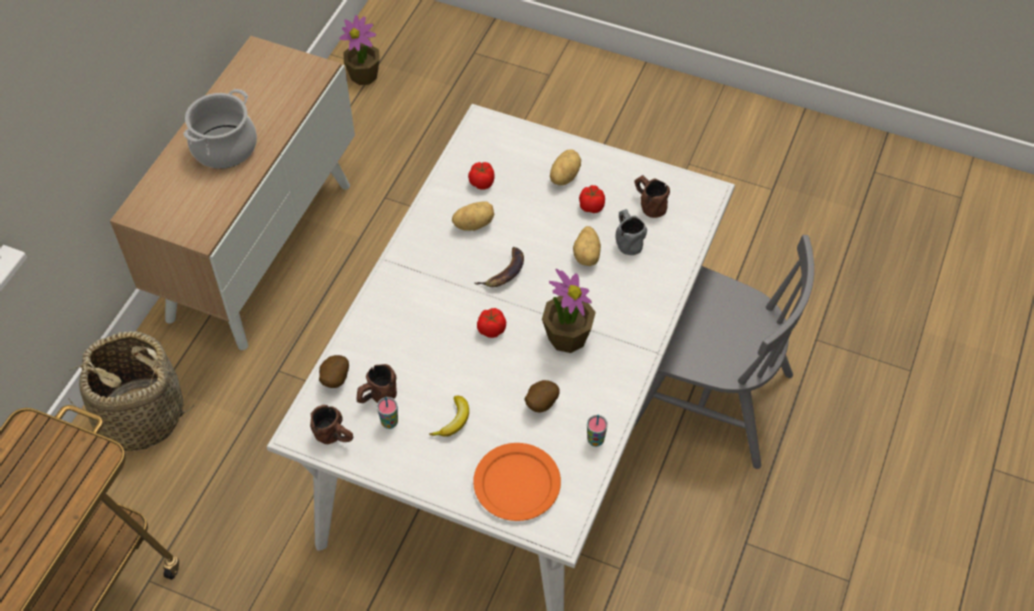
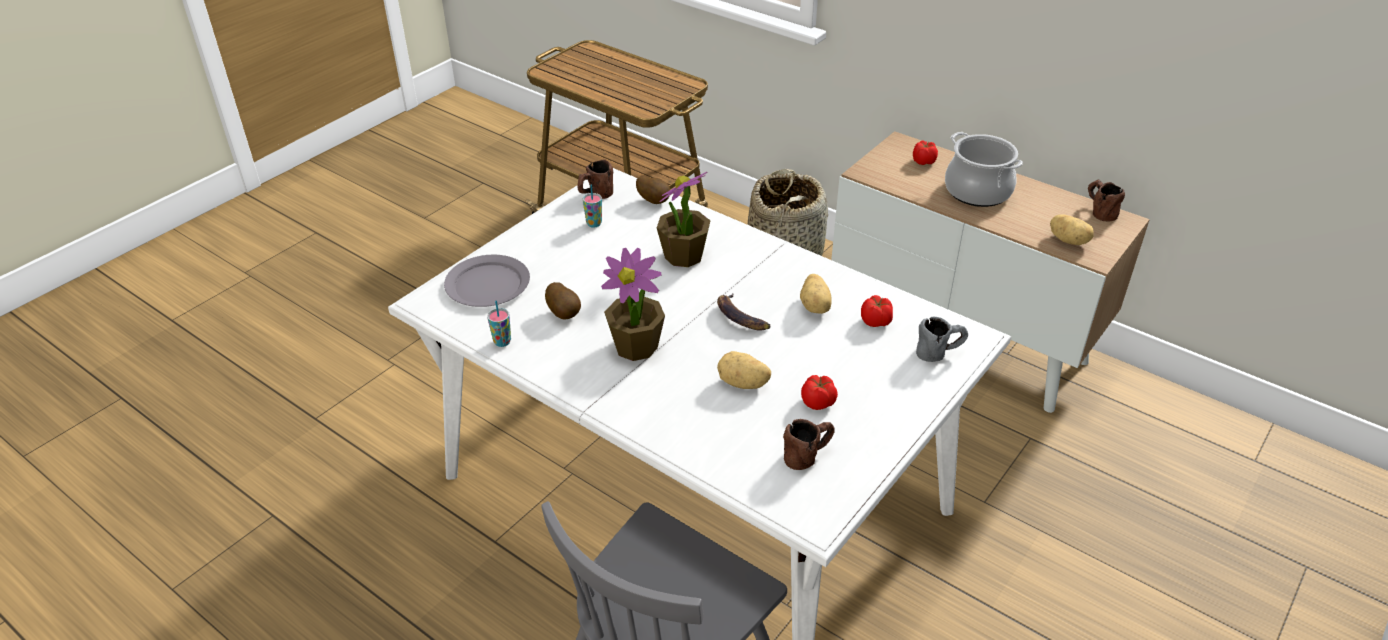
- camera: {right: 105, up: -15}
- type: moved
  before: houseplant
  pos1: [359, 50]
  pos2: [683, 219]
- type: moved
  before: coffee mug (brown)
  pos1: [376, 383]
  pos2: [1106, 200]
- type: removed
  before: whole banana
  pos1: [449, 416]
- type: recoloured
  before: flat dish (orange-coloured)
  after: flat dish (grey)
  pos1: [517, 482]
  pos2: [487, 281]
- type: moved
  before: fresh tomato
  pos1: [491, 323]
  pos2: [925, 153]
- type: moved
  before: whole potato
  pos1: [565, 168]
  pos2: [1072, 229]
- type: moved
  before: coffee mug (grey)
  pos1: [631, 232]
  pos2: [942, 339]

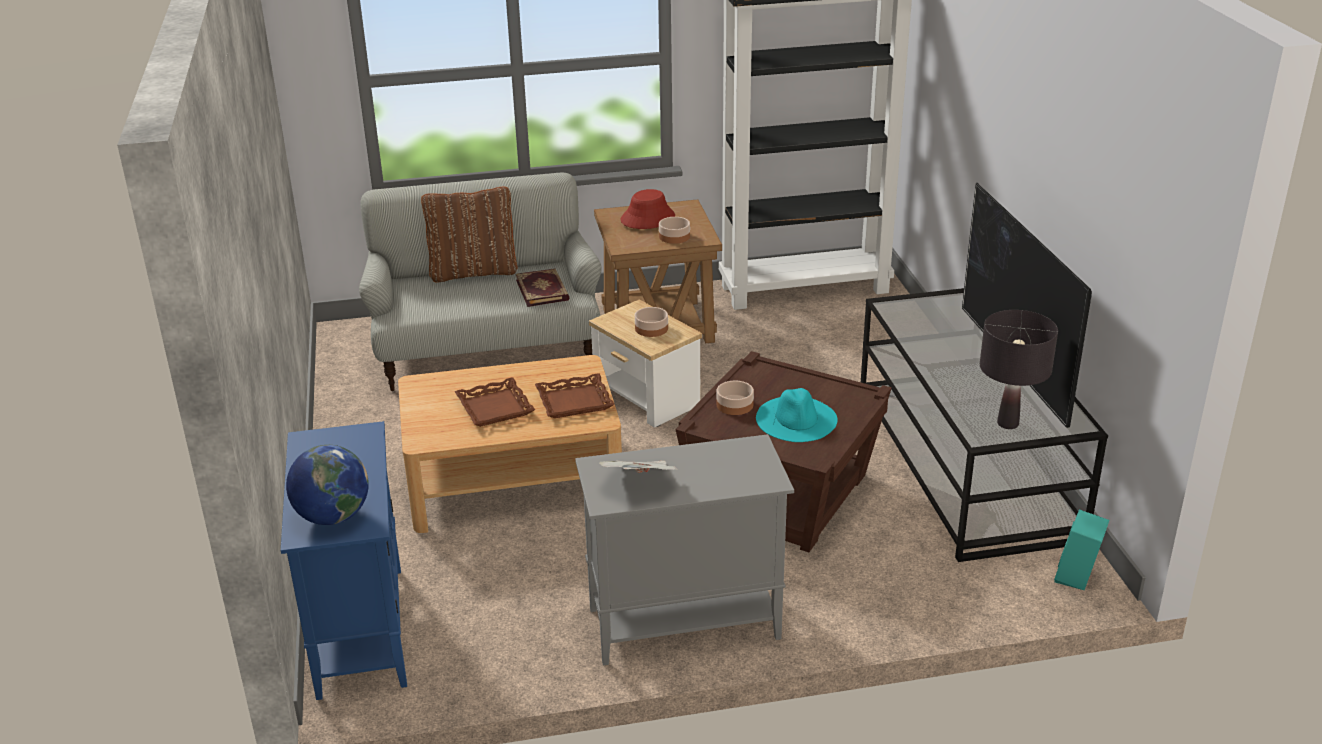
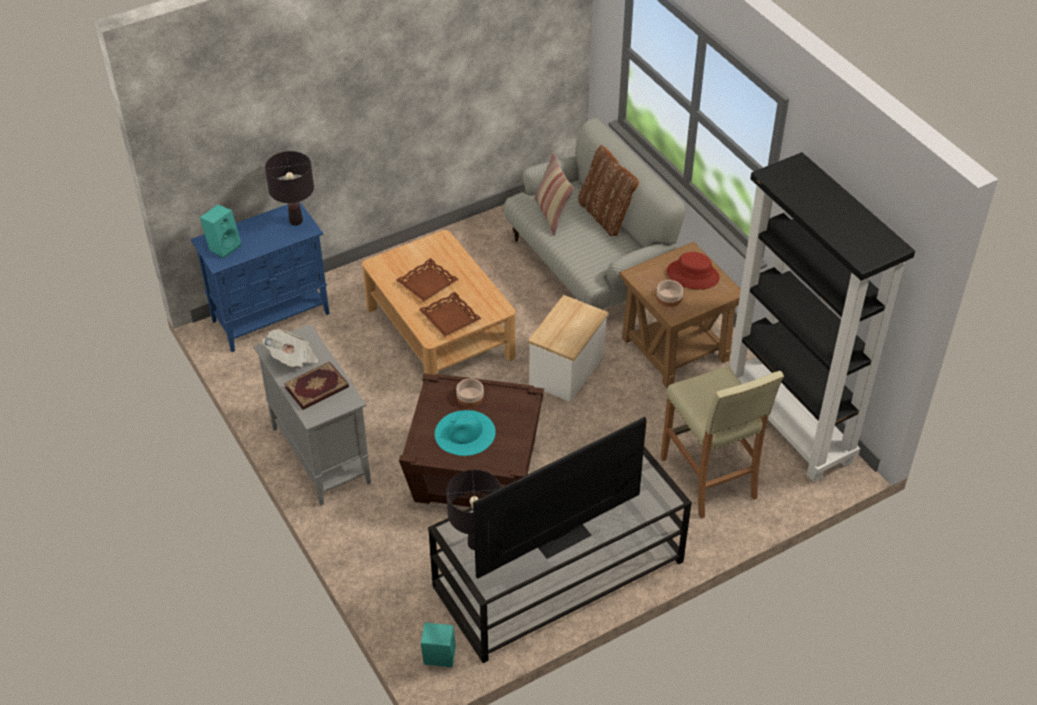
- camera: {right: 70, up: 15}
- type: replaced
  before: desk globe
  after: audio speaker (turquoise-coloured)
  pos1: [327, 485]
  pos2: [220, 231]
- type: moved
  before: bound book
  pos1: [543, 287]
  pos2: [316, 385]
- type: removed
  before: bowl
  pos1: [651, 322]
- type: added
  after: tabletop lamp (black)
  pos2: [289, 188]
- type: added
  after: throw pillow
  pos2: [554, 194]
- type: added
  after: stool seat (sand-coloured)
  pos2: [722, 442]

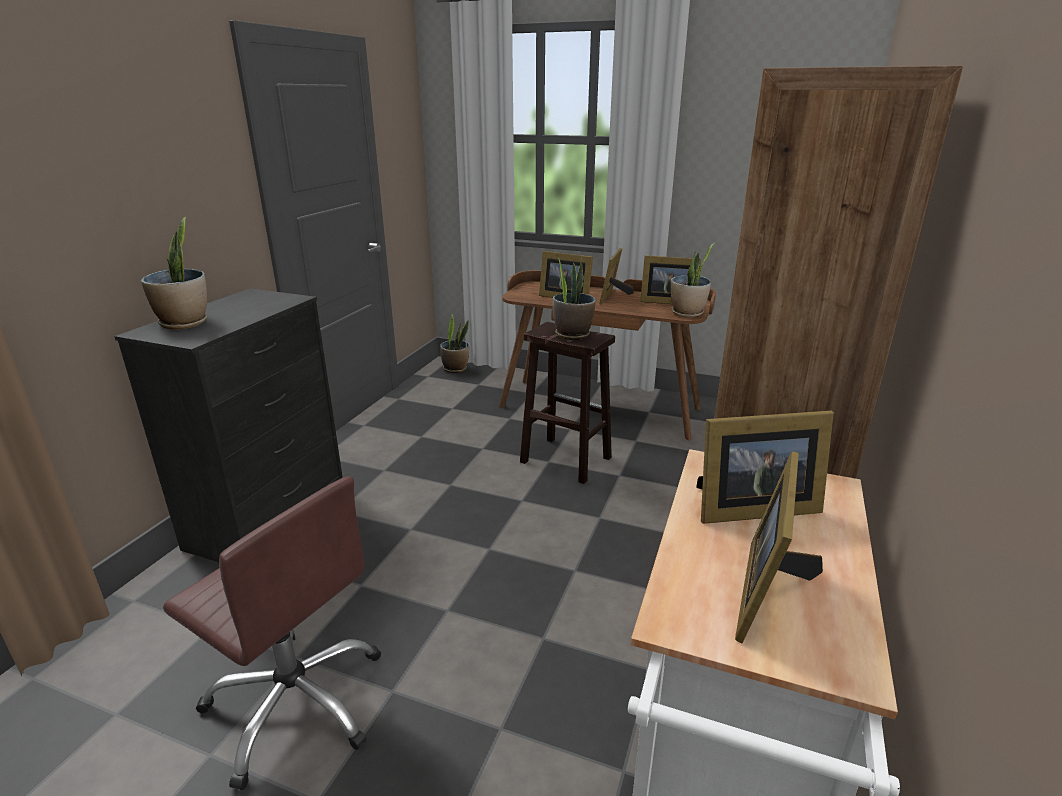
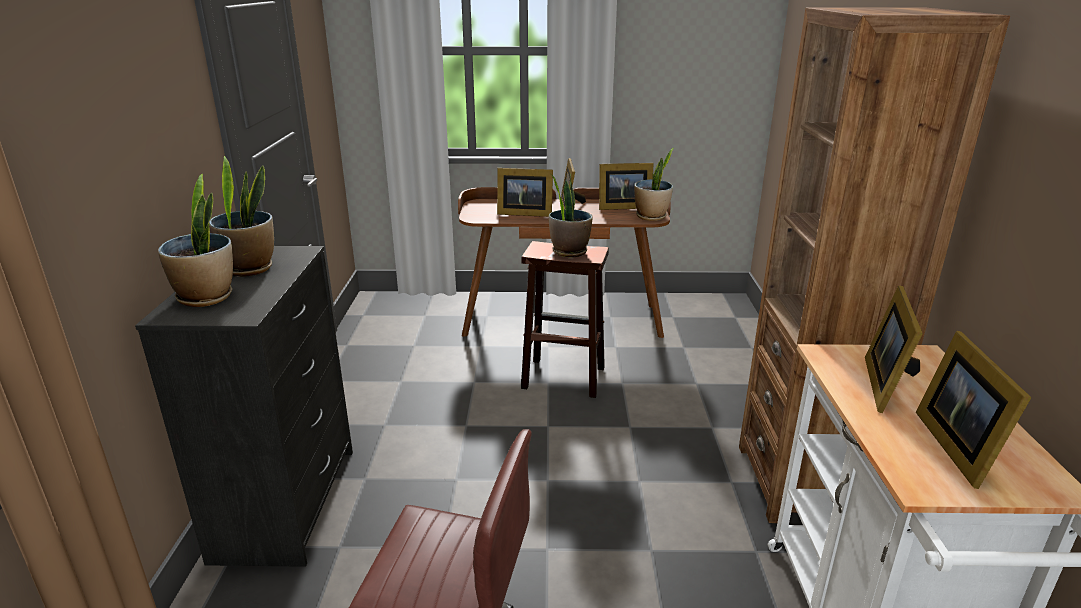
- camera: {right: -20, up: 0}
- type: moved
  before: houseplant
  pos1: [454, 343]
  pos2: [241, 216]
- type: turned
  before: picture frame
  pos1: [765, 467]
  pos2: [894, 349]
  turn: 135

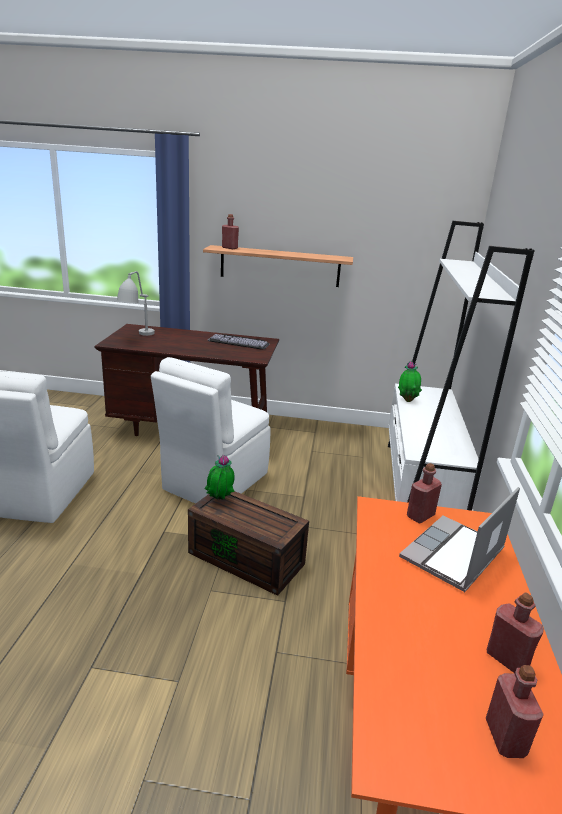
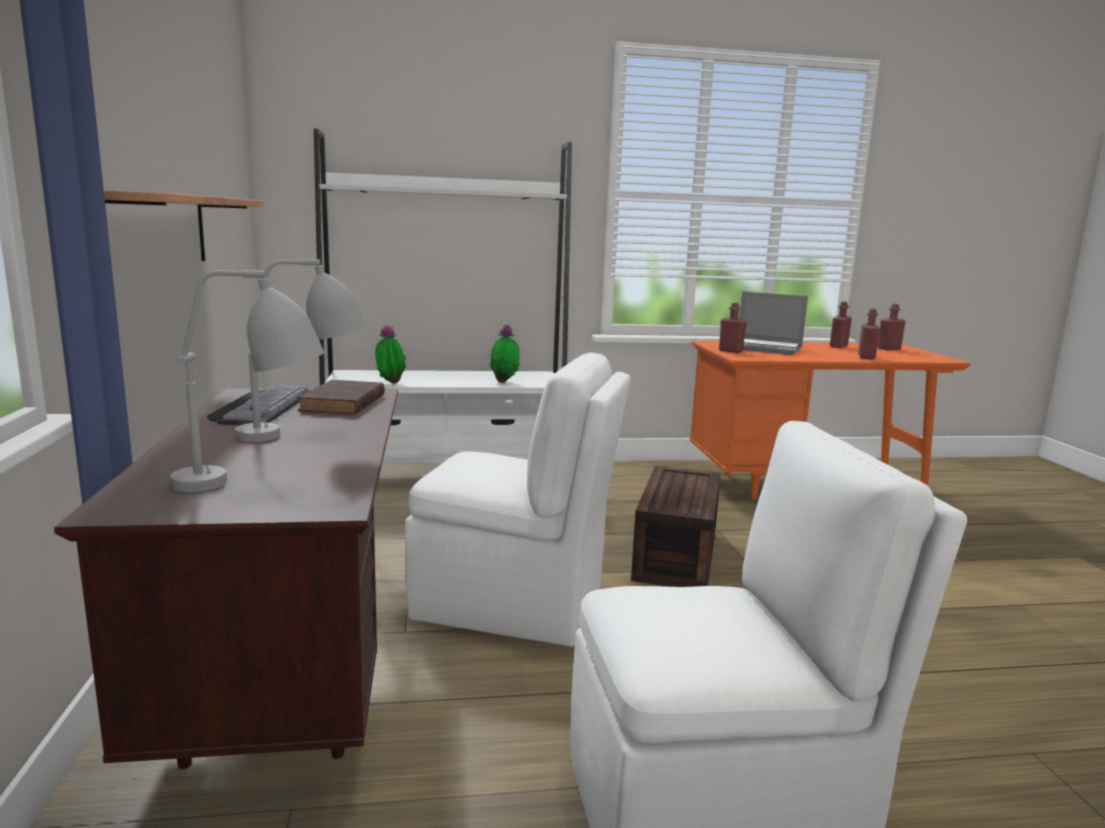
- camera: {right: -105, up: -10}
- type: moved
  before: houseplant
  pos1: [220, 477]
  pos2: [505, 354]
- type: moved
  before: bottle (red-coloured)
  pos1: [230, 231]
  pos2: [869, 334]
- type: added
  after: tabletop lamp (grey)
  pos2: [300, 350]
- type: added
  after: bound book (brown)
  pos2: [341, 397]

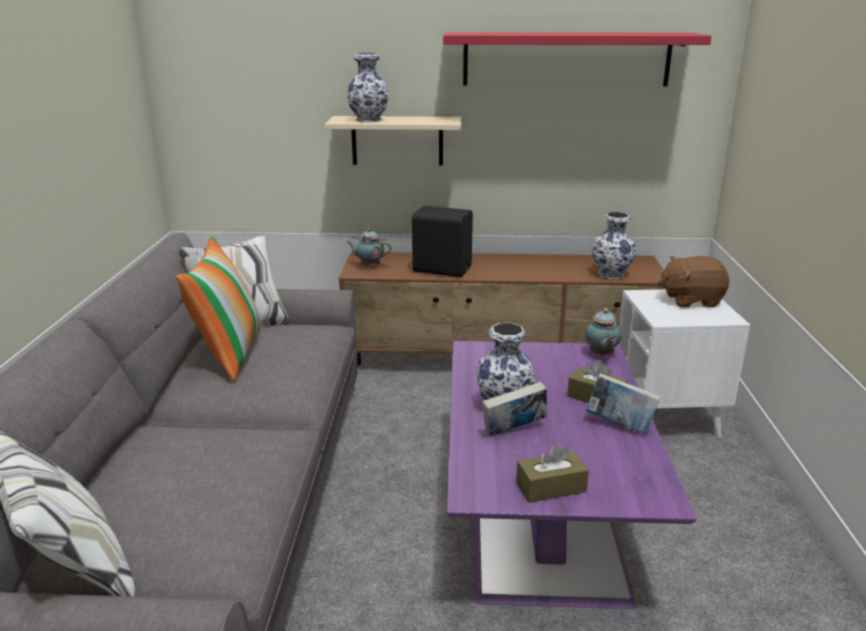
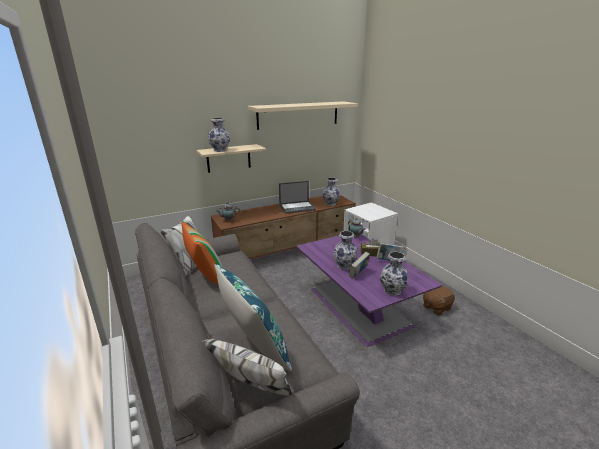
- camera: {right: -30, up: 0}
- type: removed
  before: audio speaker (black)
  pos1: [442, 241]
- type: recoloured
  before: shelf (red-coloured)
  after: shelf (sand-coloured)
  pos1: [577, 59]
  pos2: [303, 115]
- type: replaced
  before: box of tissues (brown)
  after: vase
  pos1: [552, 473]
  pos2: [394, 274]
- type: moved
  before: cuddly toy (brown)
  pos1: [694, 282]
  pos2: [439, 300]
- type: added
  after: throw pillow (blue)
  pos2: [253, 317]
- type: added
  after: laptop
  pos2: [297, 197]

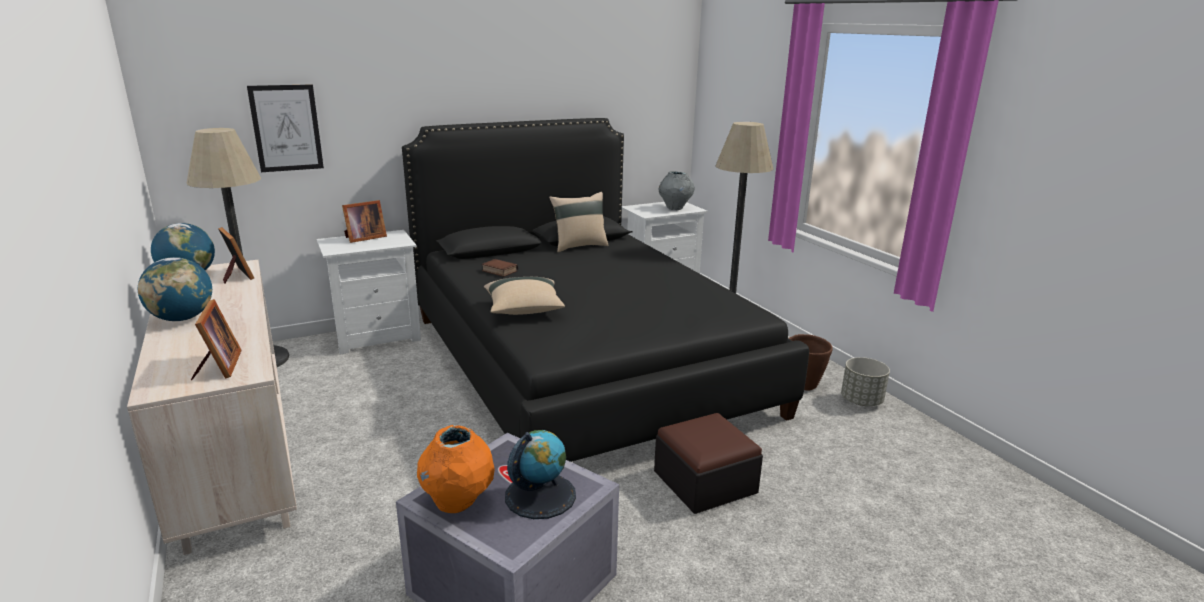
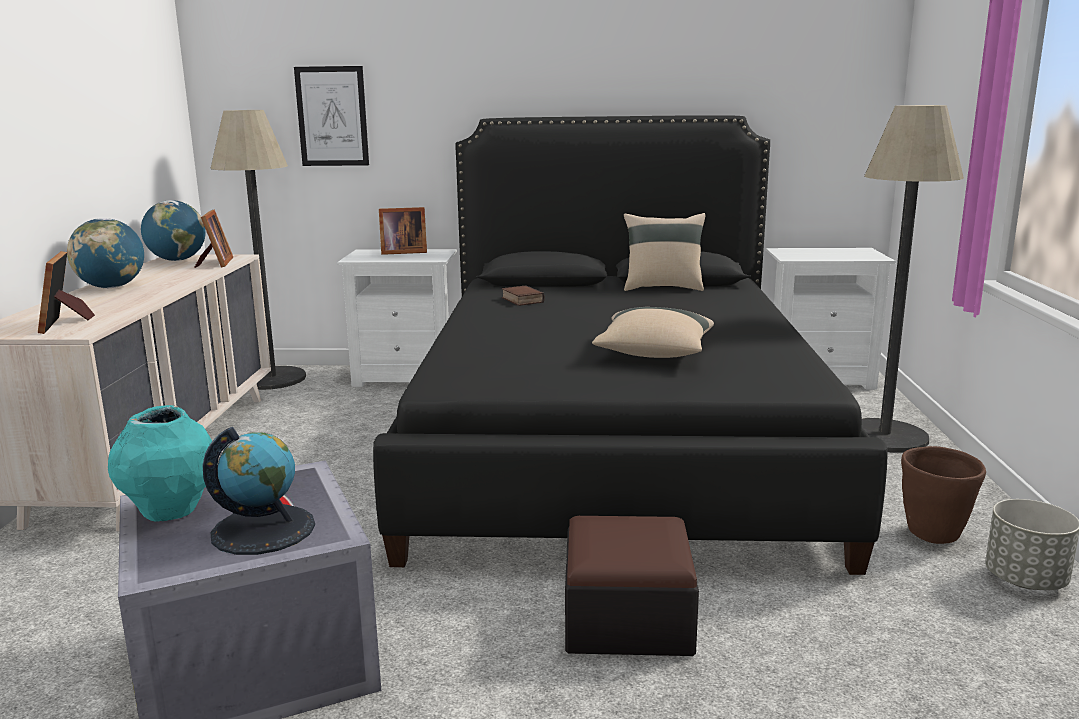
- camera: {right: 30, up: -5}
- type: turned
  before: picture frame
  pos1: [216, 339]
  pos2: [66, 292]
  turn: 150
- type: recoloured
  before: vase (orange-coloured)
  after: vase (turquoise-coloured)
  pos1: [456, 469]
  pos2: [163, 463]
- type: moved
  before: throw pillow (sand-coloured)
  pos1: [524, 296]
  pos2: [653, 332]
- type: removed
  before: vase (grey)
  pos1: [676, 190]

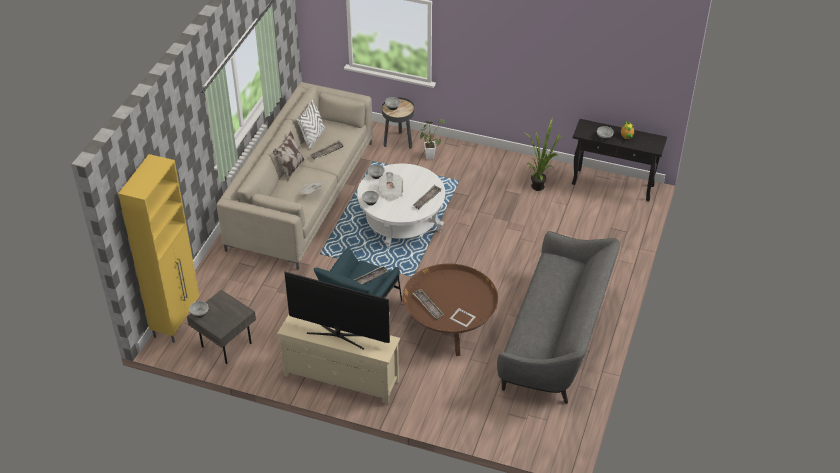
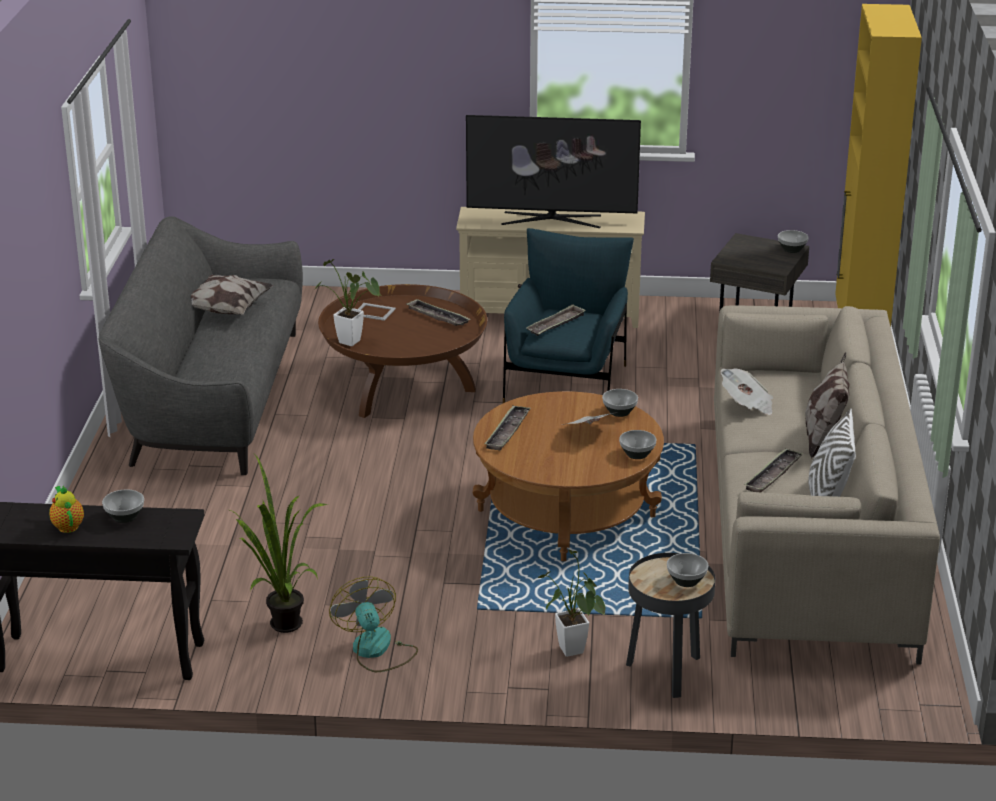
- camera: {right: 165, up: -15}
- type: recoloured
  before: lounge table (white-coloured)
  after: lounge table (brown)
  pos1: [401, 206]
  pos2: [568, 476]
- type: added
  after: throw pillow
  pos2: [232, 295]
- type: added
  after: houseplant
  pos2: [348, 302]
- type: added
  after: cooling fan
  pos2: [373, 624]

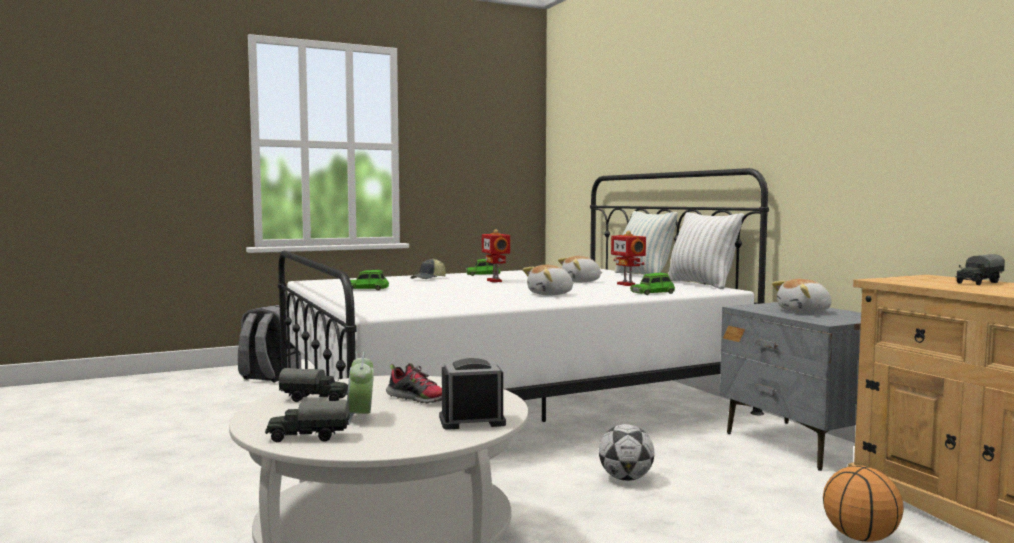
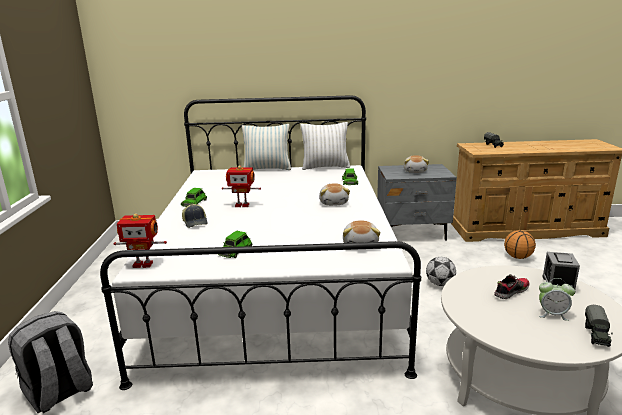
- camera: {right: -65, up: 15}
- type: removed
  before: toy truck
  pos1: [313, 385]
- type: moved
  before: cuddly toy
  pos1: [580, 269]
  pos2: [362, 232]
- type: moved
  before: robot figure
  pos1: [628, 258]
  pos2: [140, 240]

